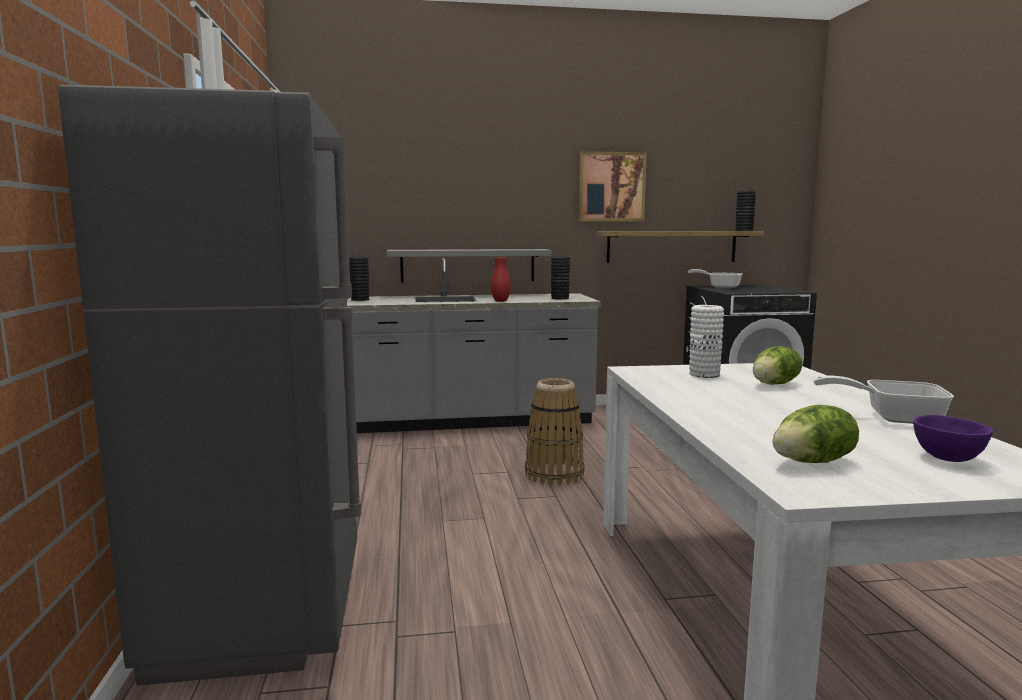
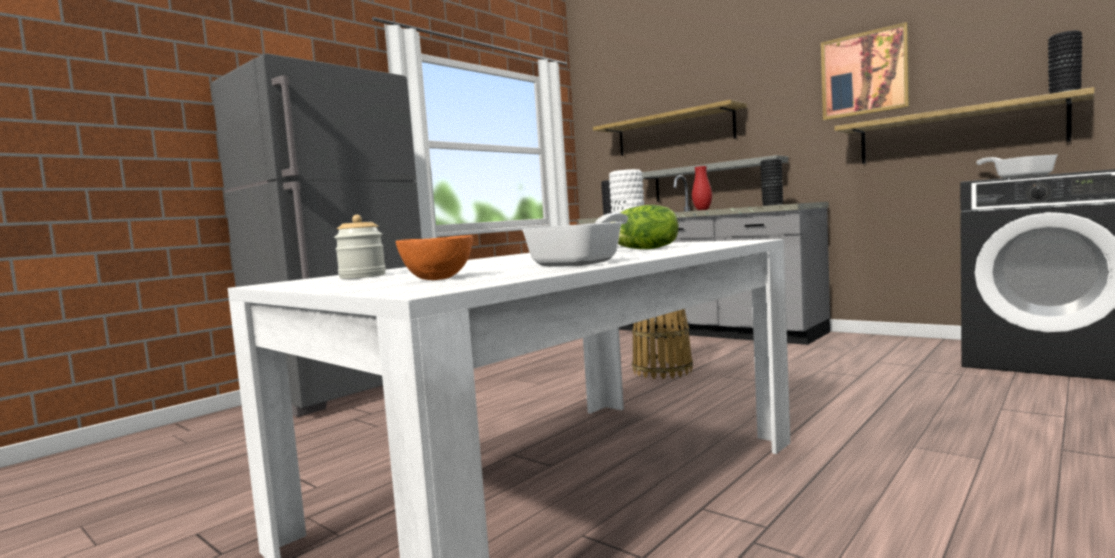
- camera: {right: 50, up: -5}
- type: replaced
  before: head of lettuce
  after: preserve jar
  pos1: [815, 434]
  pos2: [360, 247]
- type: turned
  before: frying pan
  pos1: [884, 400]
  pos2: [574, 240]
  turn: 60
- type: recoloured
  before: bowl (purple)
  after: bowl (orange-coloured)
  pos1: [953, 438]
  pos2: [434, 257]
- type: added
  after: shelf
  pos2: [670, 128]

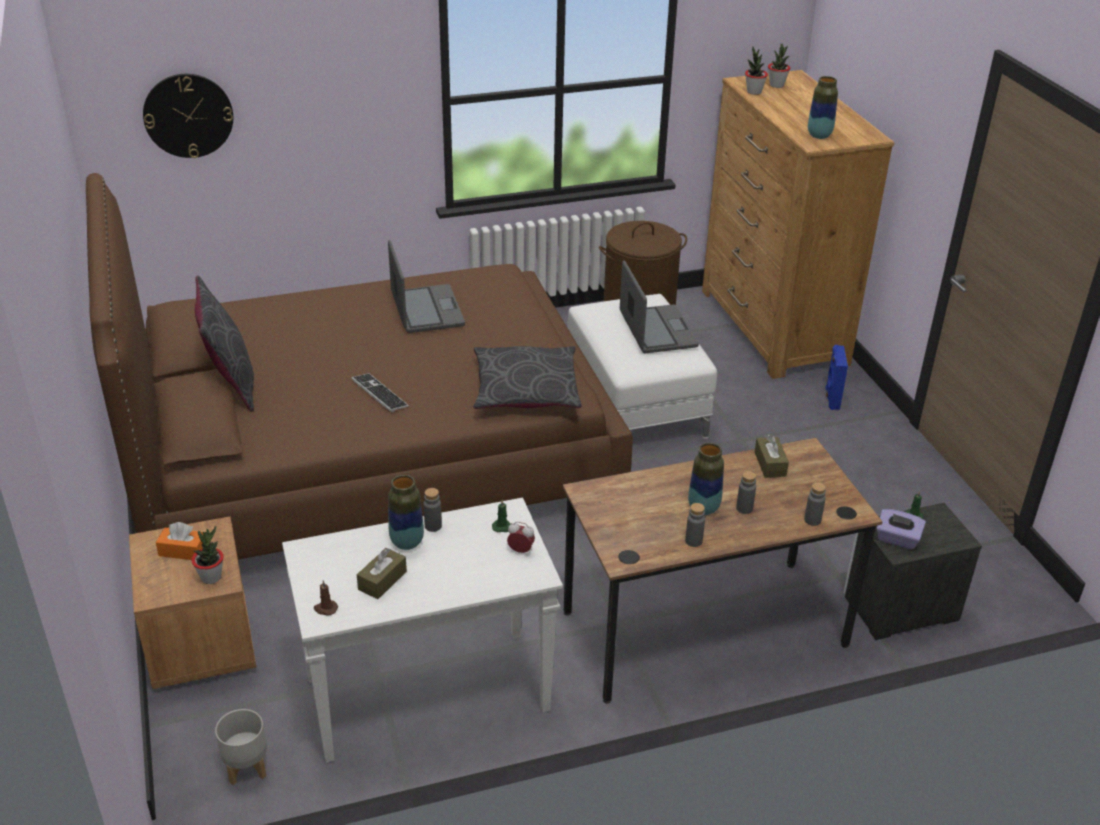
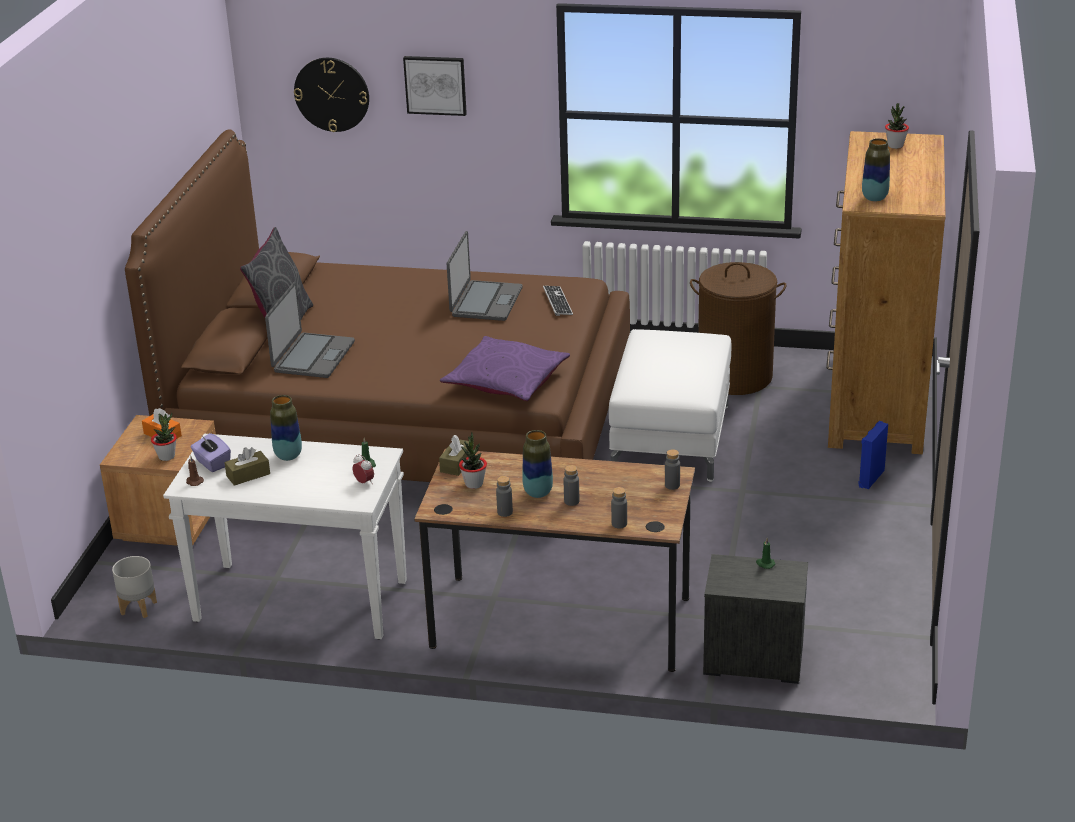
- camera: {right: 30, up: -5}
- type: moved
  before: keyboard
  pos1: [380, 392]
  pos2: [558, 301]
- type: moved
  before: bottle (grey)
  pos1: [432, 510]
  pos2: [672, 469]
- type: recoloured
  before: throw pillow (grey)
  after: throw pillow (purple)
  pos1: [527, 377]
  pos2: [505, 368]
- type: moved
  before: laptop
  pos1: [659, 307]
  pos2: [310, 330]
- type: moved
  before: houseplant
  pos1: [756, 71]
  pos2: [473, 460]
- type: moved
  before: box of tissues (brown)
  pos1: [772, 456]
  pos2: [456, 455]
- type: moved
  before: box of tissues (purple)
  pos1: [901, 529]
  pos2: [210, 452]
- type: added
  after: wall art
  pos2: [435, 86]

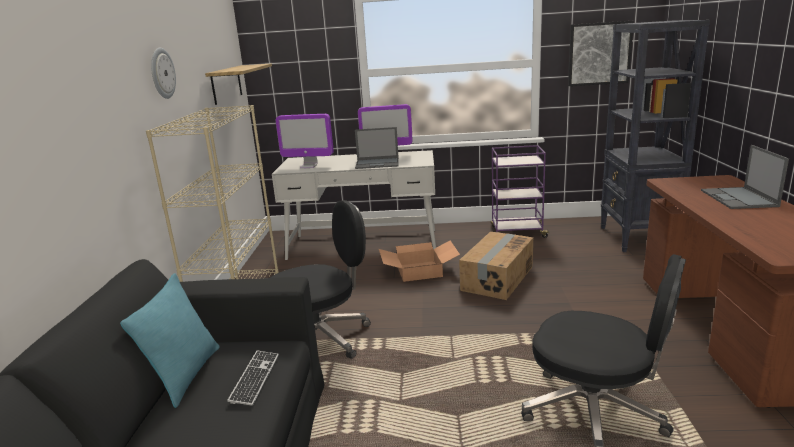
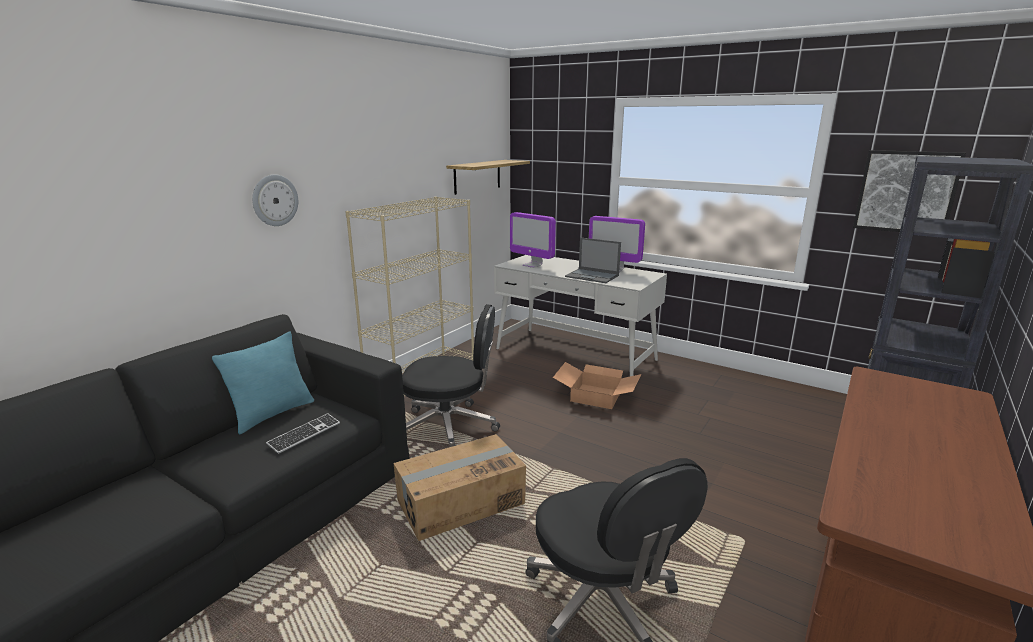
- camera: {right: 30, up: 0}
- type: moved
  before: wall clock
  pos1: [163, 73]
  pos2: [275, 200]
- type: moved
  before: carton
  pos1: [496, 266]
  pos2: [460, 487]
- type: removed
  before: cart (purple)
  pos1: [520, 191]
- type: removed
  before: laptop
  pos1: [745, 177]

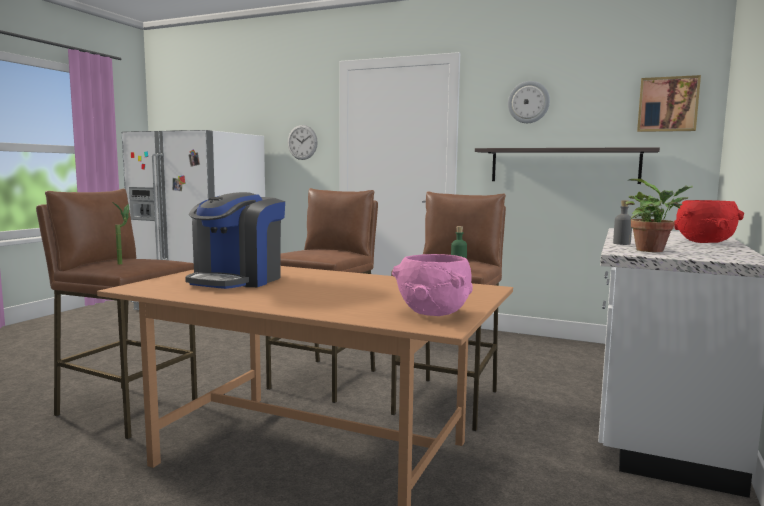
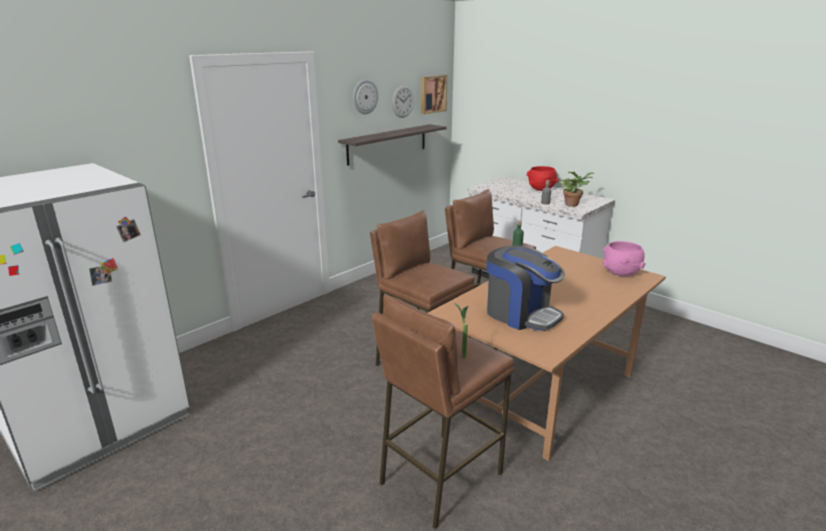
- camera: {right: -70, up: 15}
- type: moved
  before: wall clock
  pos1: [303, 142]
  pos2: [403, 101]

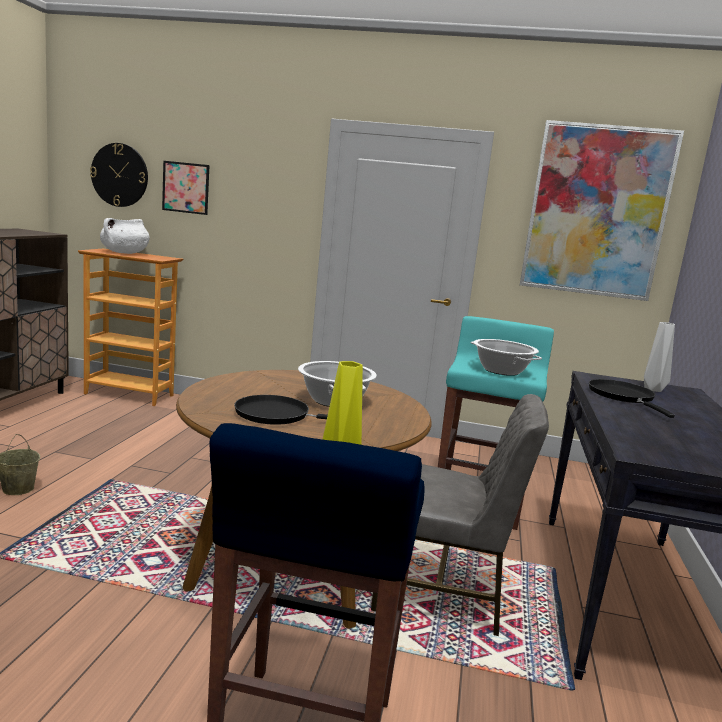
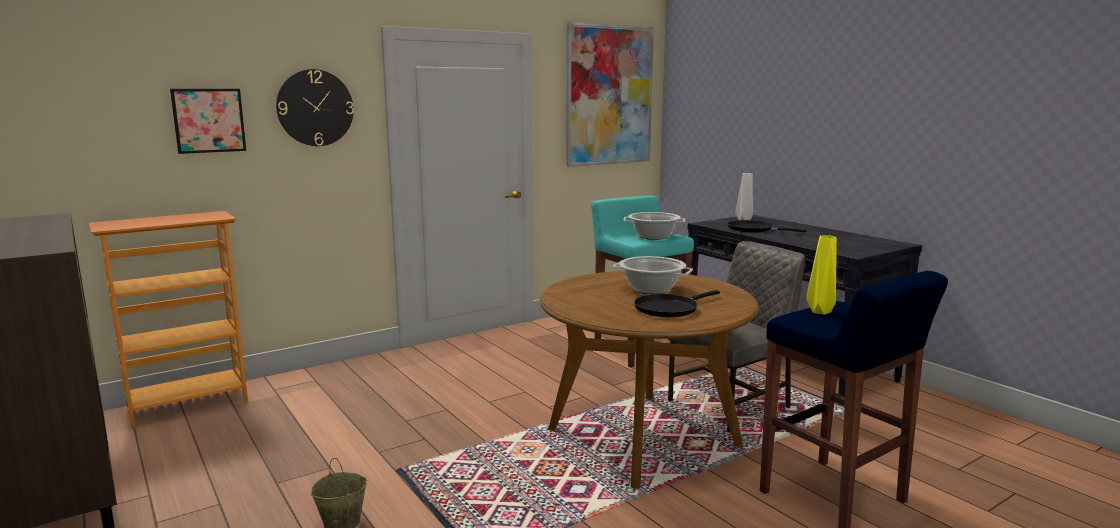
- camera: {right: -45, up: 0}
- type: moved
  before: wall clock
  pos1: [119, 175]
  pos2: [315, 107]
- type: removed
  before: cooking pot (white-coloured)
  pos1: [125, 236]

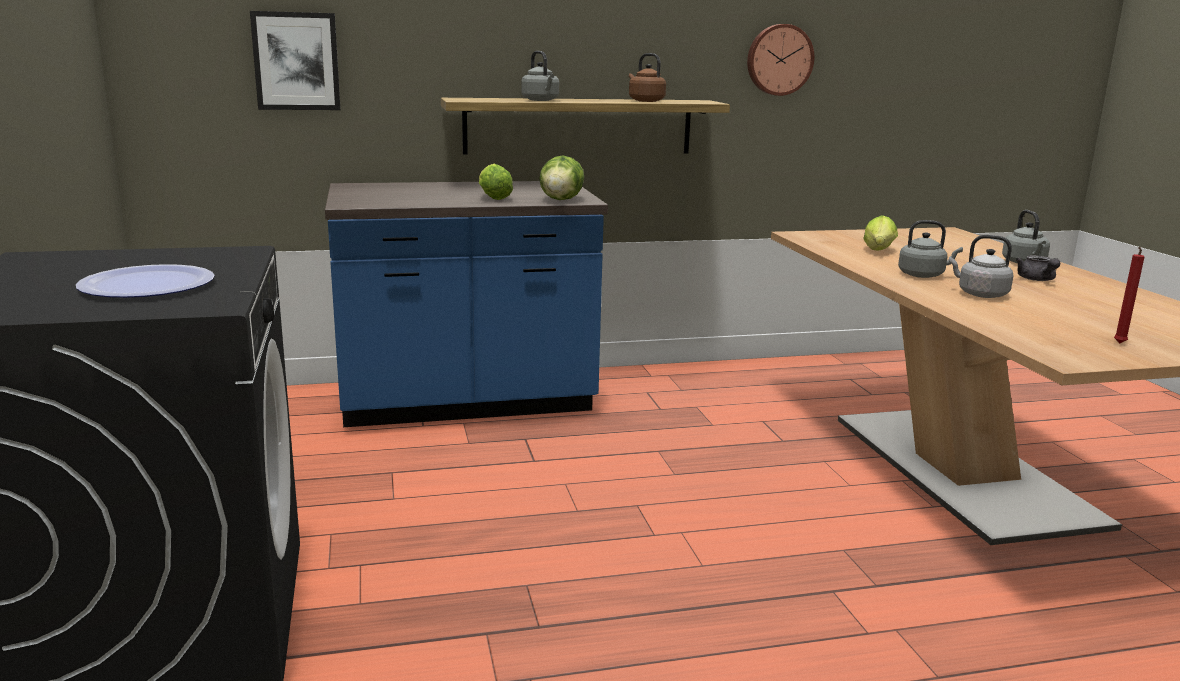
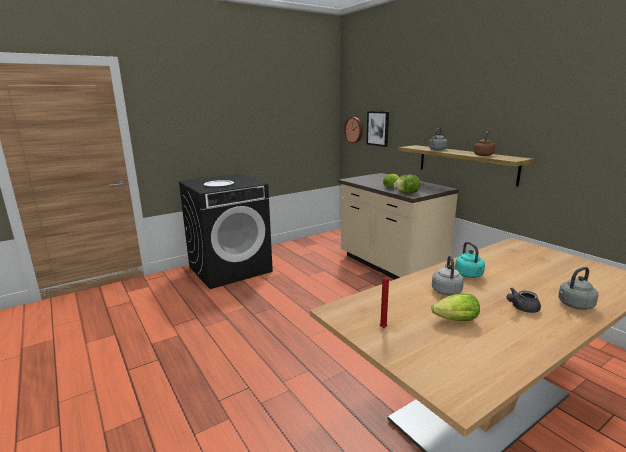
- camera: {right: 70, up: 0}
- type: recoloured
  before: counter (blue)
  after: counter (sand-coloured)
  pos1: [466, 304]
  pos2: [398, 226]
- type: moved
  before: wall clock
  pos1: [780, 60]
  pos2: [353, 130]
- type: moved
  before: head of lettuce
  pos1: [881, 233]
  pos2: [455, 307]
- type: recoloured
  before: tea kettle (grey)
  after: tea kettle (turquoise-coloured)
  pos1: [930, 249]
  pos2: [470, 260]

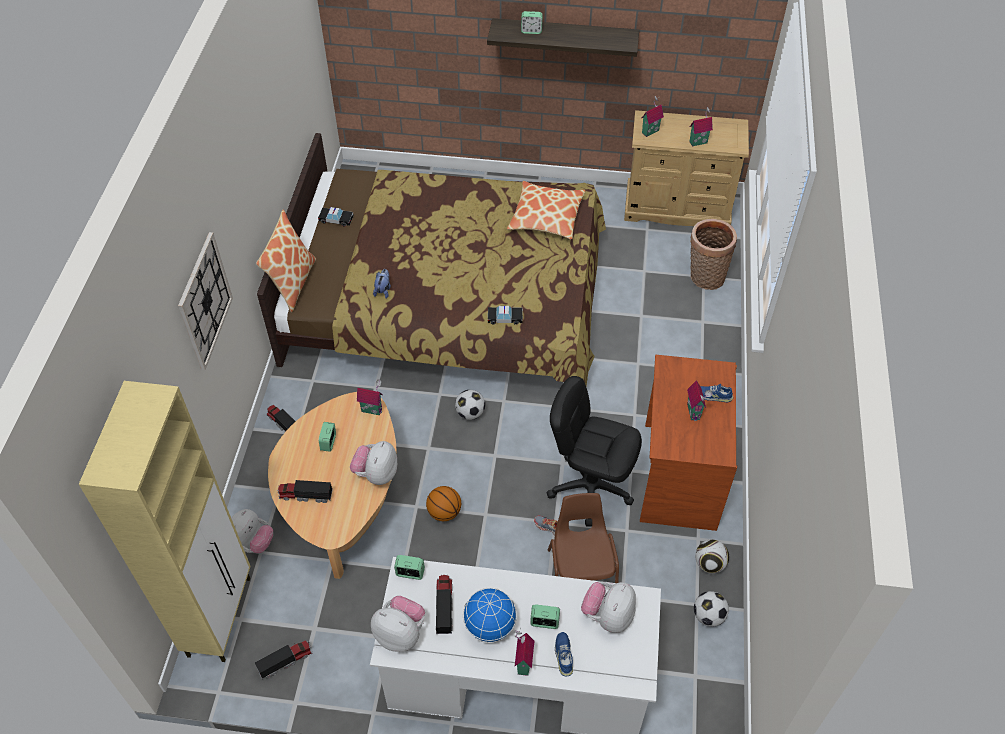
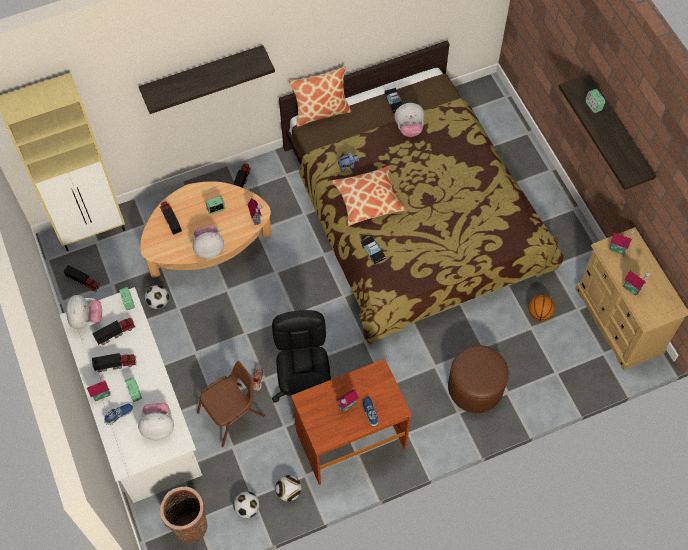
- camera: {right: 60, up: 10}
- type: replaced
  before: wall clock
  after: shelf
  pos1: [205, 301]
  pos2: [207, 79]
- type: moved
  before: cuddly toy
  pos1: [252, 531]
  pos2: [409, 120]
- type: moved
  before: basketball
  pos1: [443, 503]
  pos2: [541, 308]
- type: moved
  before: football
  pos1: [470, 405]
  pos2: [157, 297]
- type: replaced
  before: desk globe
  after: toy truck
  pos1: [490, 615]
  pos2: [114, 362]
- type: moved
  before: throw pillow
  pos1: [546, 210]
  pos2: [369, 196]
- type: moved
  before: basket
  pos1: [713, 254]
  pos2: [184, 515]
- type: added
  after: footrest (brown)
  pos2: [478, 379]

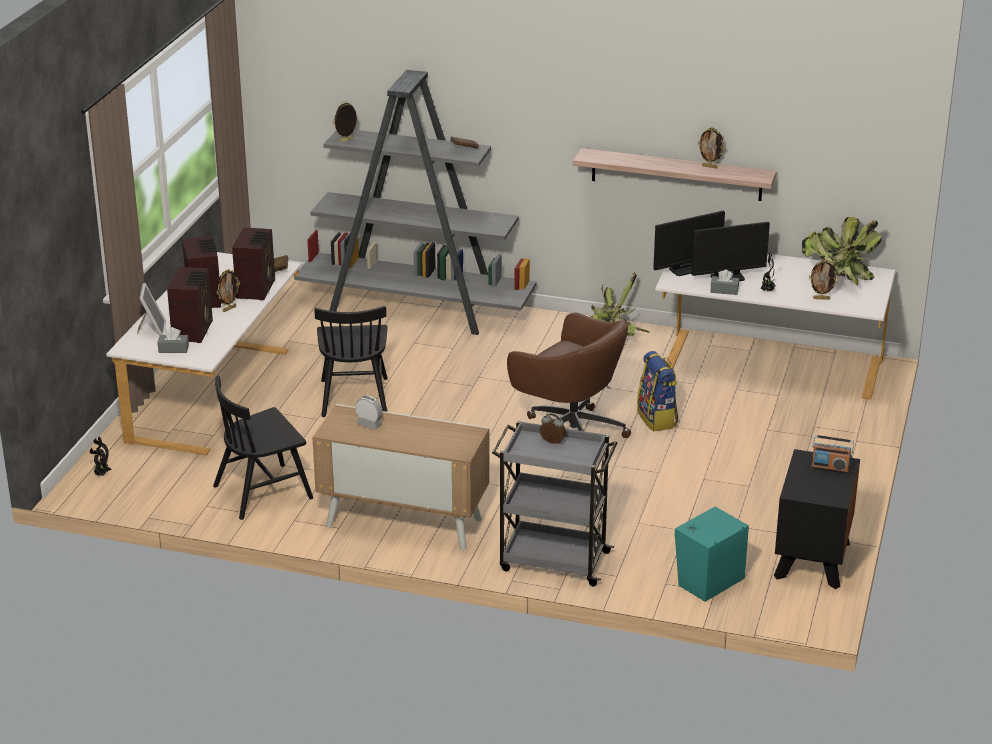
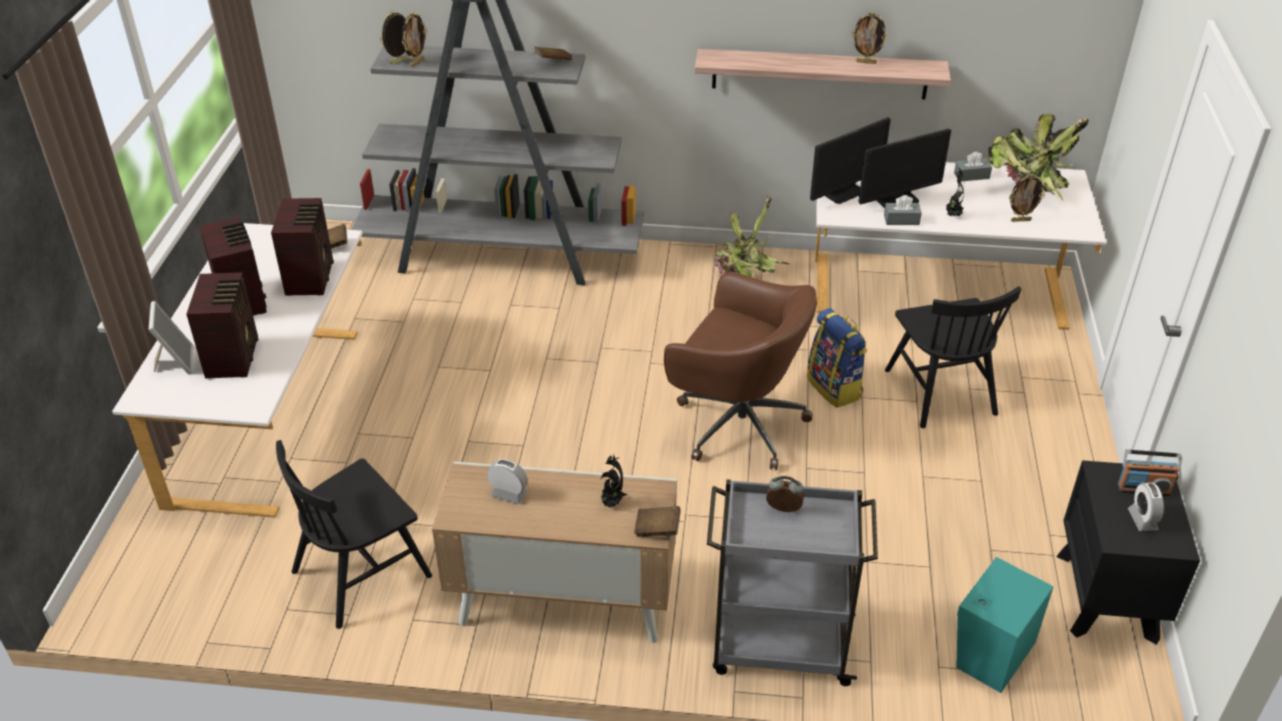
- camera: {right: -10, up: 10}
- type: moved
  before: houseplant
  pos1: [101, 456]
  pos2: [614, 481]
- type: moved
  before: box of tissues (grey)
  pos1: [173, 340]
  pos2: [973, 166]
- type: moved
  before: picture frame
  pos1: [228, 290]
  pos2: [414, 39]
- type: moved
  before: upright chair (black)
  pos1: [351, 361]
  pos2: [953, 357]
- type: added
  after: bound book (brown)
  pos2: [657, 521]
- type: added
  after: bedside clock
  pos2: [1146, 506]

